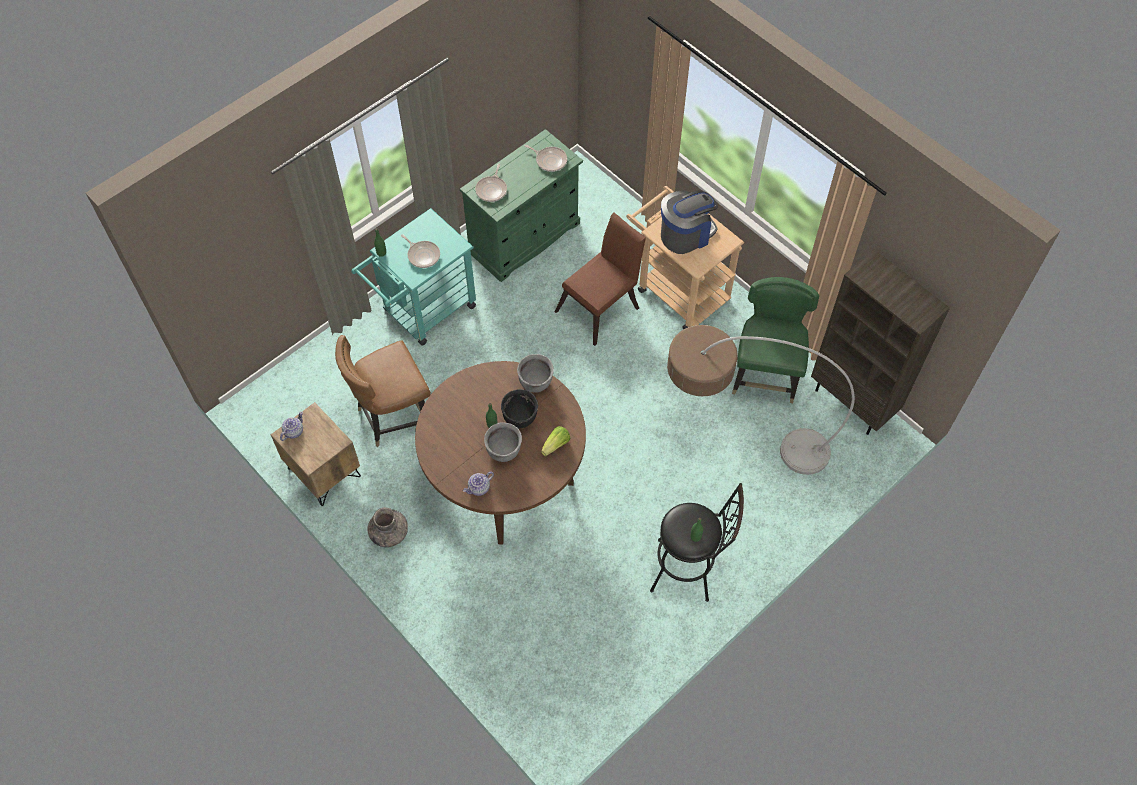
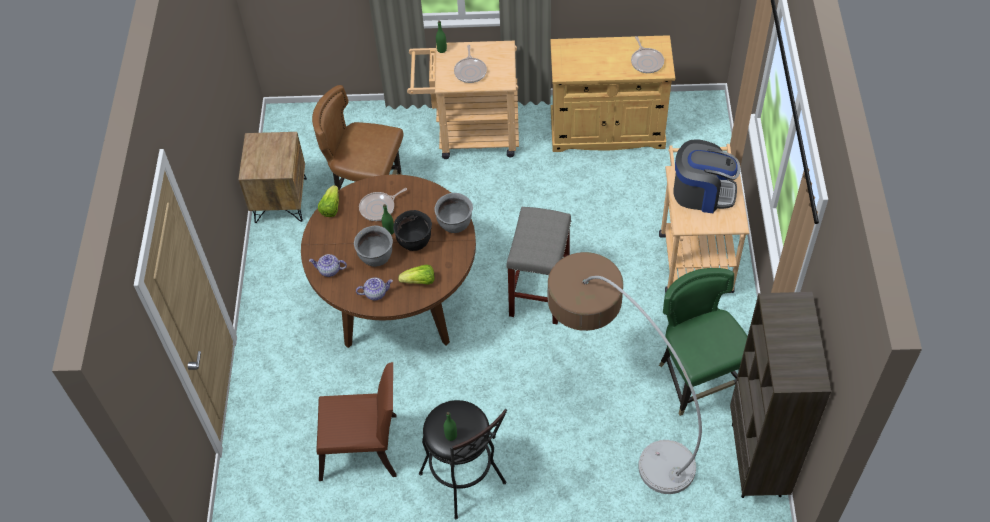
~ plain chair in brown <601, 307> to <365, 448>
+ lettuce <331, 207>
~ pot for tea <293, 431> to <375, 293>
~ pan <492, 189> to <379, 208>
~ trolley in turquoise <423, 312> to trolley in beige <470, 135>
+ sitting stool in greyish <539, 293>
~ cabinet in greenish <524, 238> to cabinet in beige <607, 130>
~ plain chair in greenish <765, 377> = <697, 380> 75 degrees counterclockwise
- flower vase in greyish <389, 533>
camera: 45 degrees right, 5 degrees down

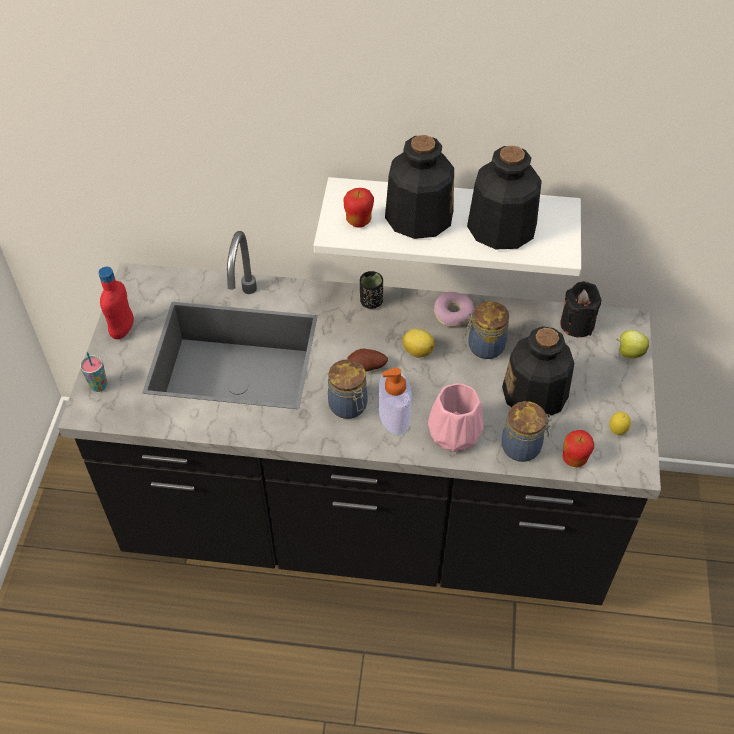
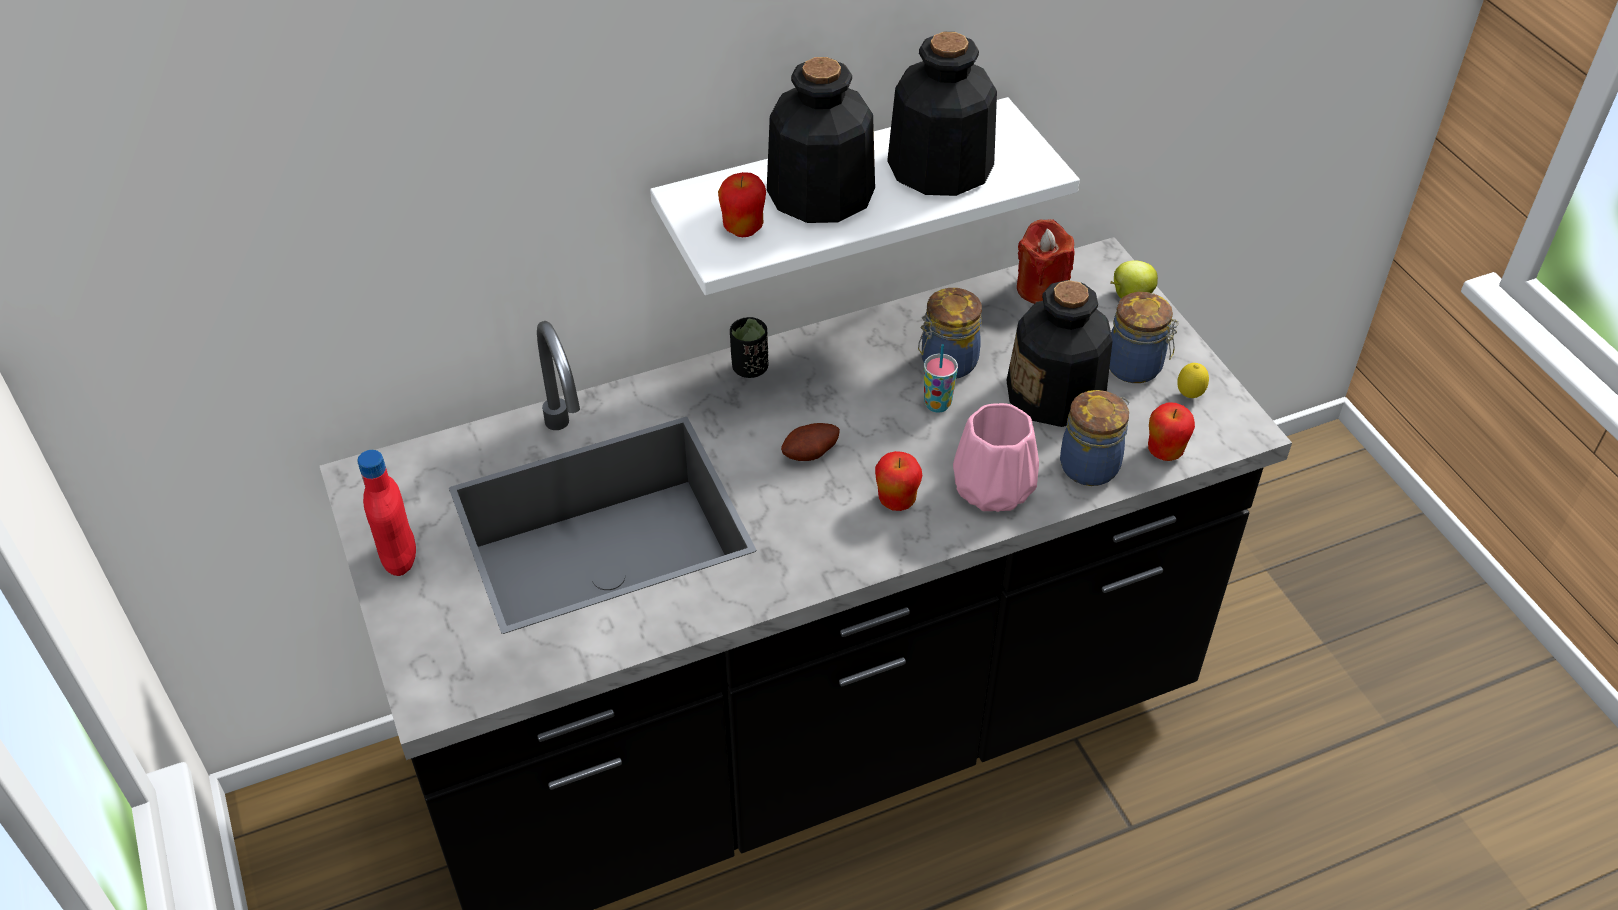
~ soap bottle <394, 416> to whole apple <896, 501>
~ drinking cup <99, 386> to <937, 404>
~ wax light in blackish <577, 324> to wax light in reddish <1041, 288>
~ preserve jar <349, 406> to <1136, 367>
- citrus fruit <417, 351>
- doughnut <453, 313>
camera: 30 degrees left, 5 degrees down

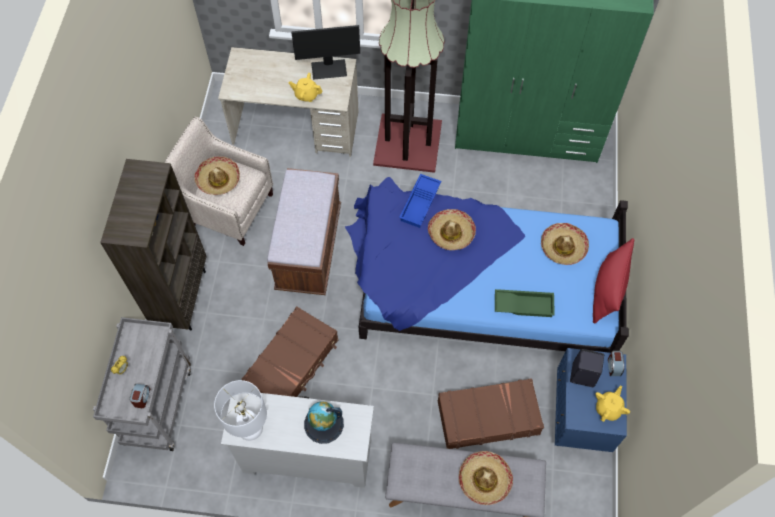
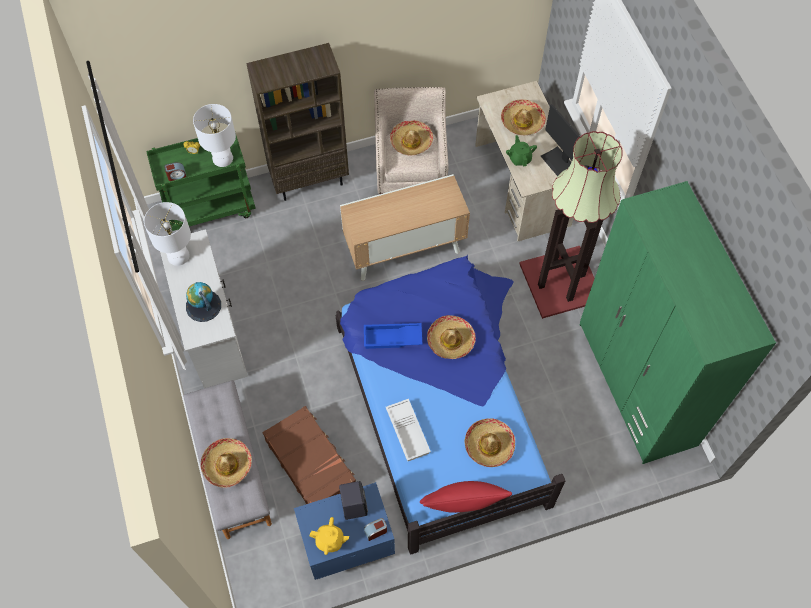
~ trolley in greyish <158, 403> to trolley in greenish <212, 208>
+ tabletop lamp in whitish <223, 159>
~ long seat in brown <309, 248> to cabinet <404, 250>
~ carrying tray in blue-coloured <420, 203> to <392, 338>
~ carrying tray in greenish <524, 304> to carrying tray in whitish <409, 432>
+ clothing hat <522, 121>
~ pot for tea in yellow-coloured <306, 95> to pot for tea in greenish <520, 158>
- piece of luggage in brown <293, 363>
camera: 65 degrees right, 0 degrees up

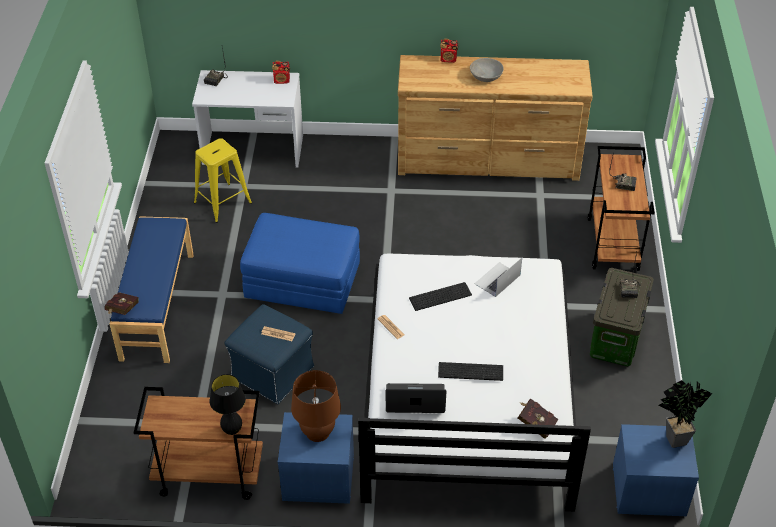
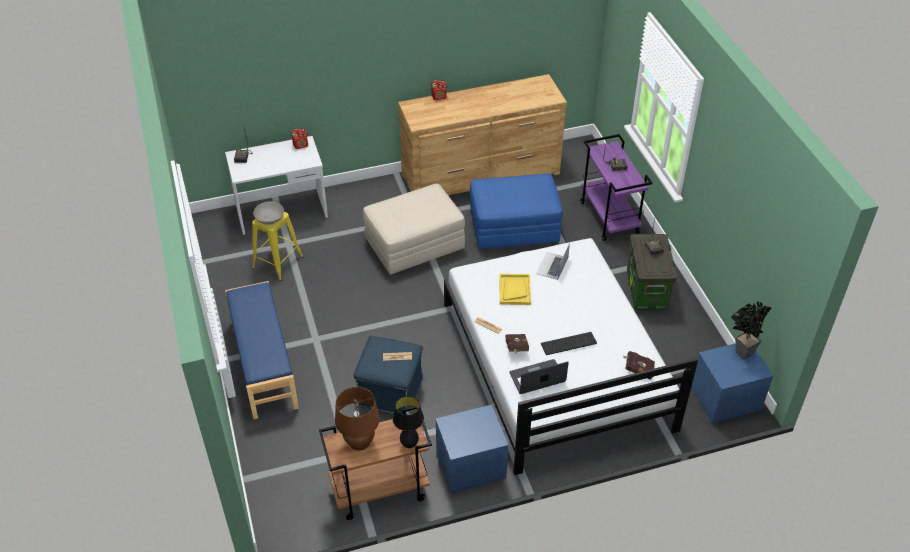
~ serving bowl in greyish <486, 76> to <269, 218>
~ tabletop lamp in brown <317, 432> to <359, 441>
+ pouffe in beige <415, 244>
~ pouffe in blue-coloured <303, 282> to <514, 227>
~ computer keyboard <440, 295> to carrying tray in yellow-coloured <514, 290>
~ book in reddish <122, 310> to <516, 349>
~ trolley in brown <613, 245> to trolley in purple <610, 218>
camera: 20 degrees left, 0 degrees up

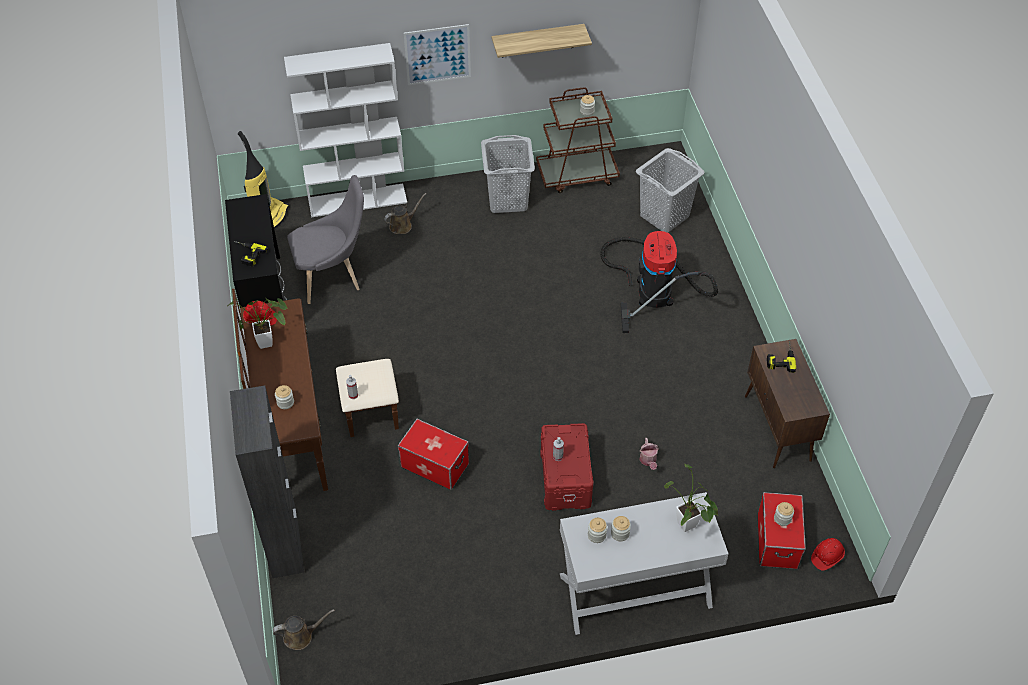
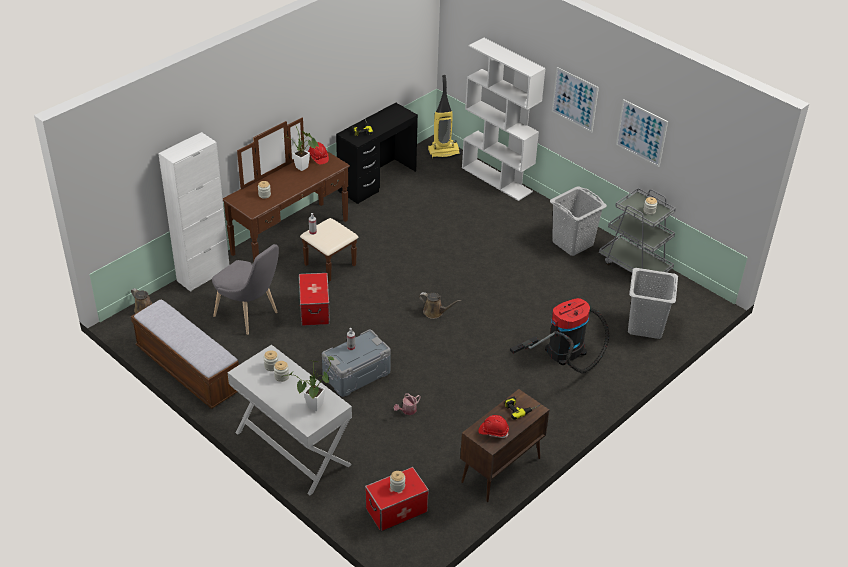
+ long seat <188, 370>
~ cabinet in blackish <285, 545> to cabinet in whitish <203, 275>
~ plain chair in greyish <333, 277> to <249, 316>
~ storage container in reddish <564, 478> to storage container in greyish <356, 374>
~ sprinkling can in brown <402, 225> to <435, 312>
~ work helmet in reddish <826, 557> to <493, 431>
~ trolley in brown <577, 174> to trolley in greyish <635, 266>
~ shelf <537, 41> to picture <641, 133>
camera: 55 degrees right, 10 degrees down

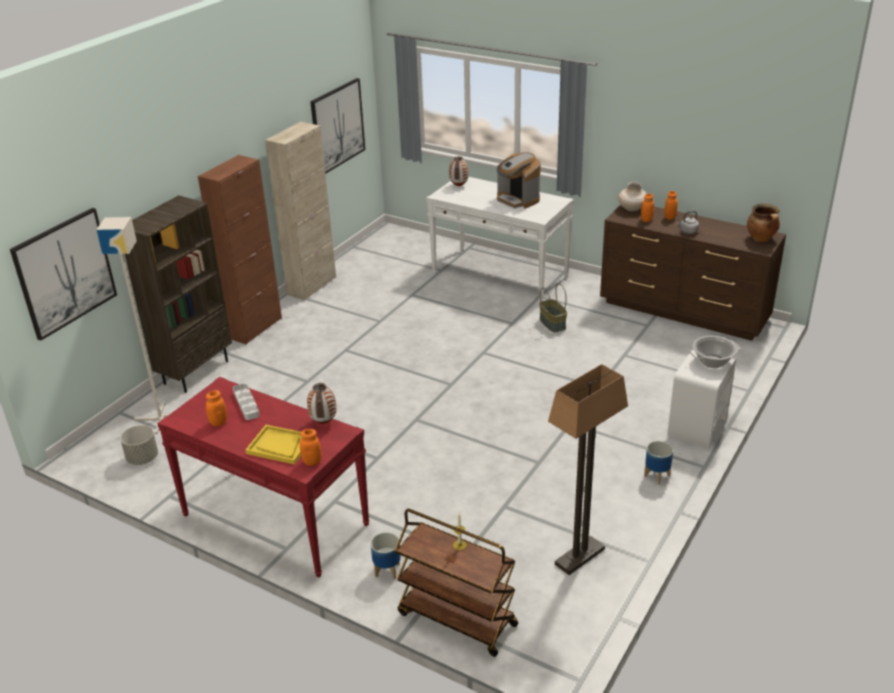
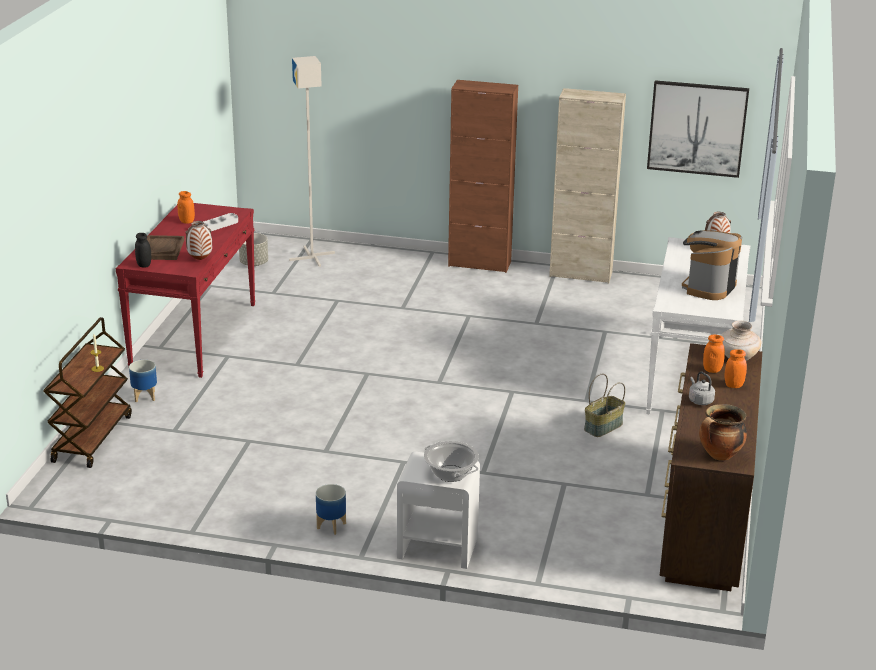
~ preserve jar in orange-coloured <312, 462> to preserve jar in blackish <144, 265>
~ carrying tray in yellow-coloured <279, 446> to carrying tray in brown <162, 249>
- picture <65, 273>
- bookshelf in brown <196, 372>
- floor lamp <579, 557>
camera: 70 degrees right, 5 degrees down

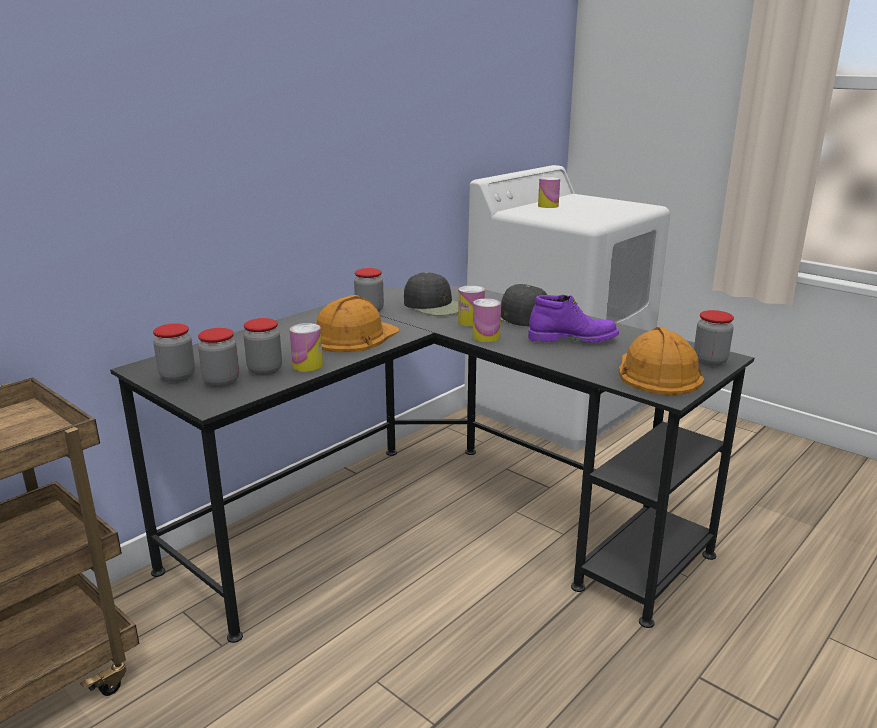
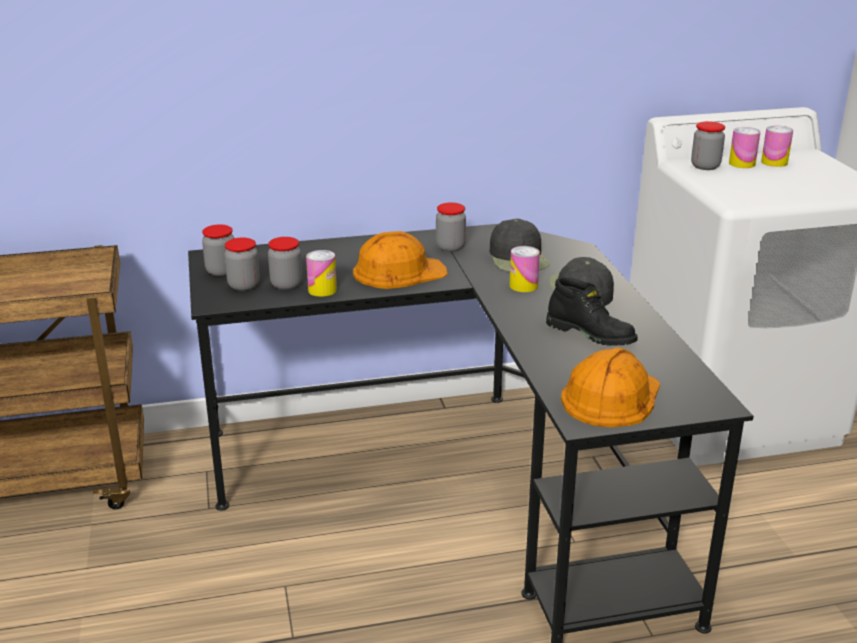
~ boot in purple <572, 339> to boot in blackish <591, 334>
~ preserve jar <710, 361> to <705, 166>
~ sealed can <486, 337> to <774, 162>
camera: 35 degrees right, 5 degrees up

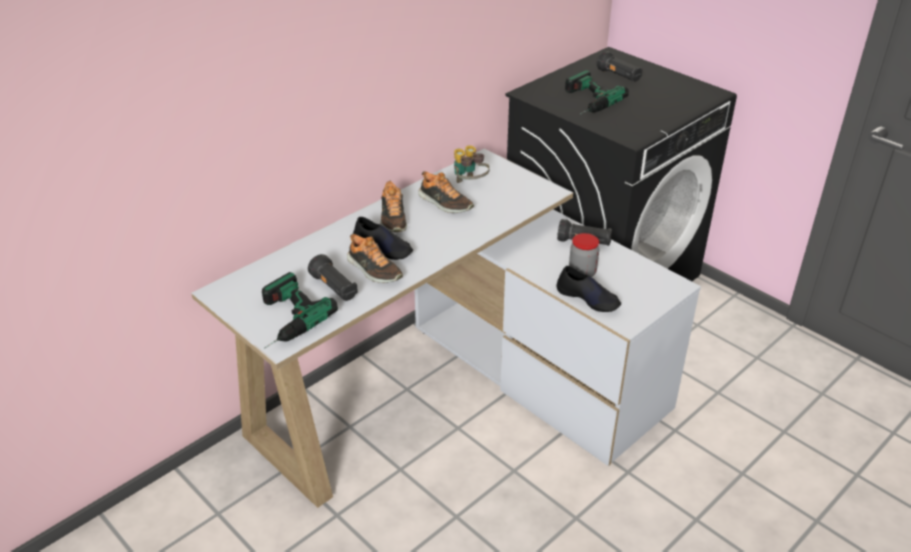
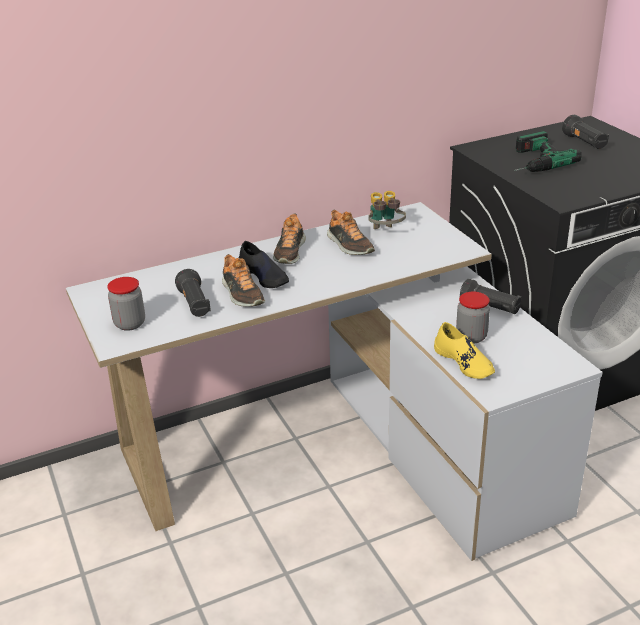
~ drill <283, 319> to preserve jar <130, 324>
~ shoe in blackish <588, 298> to shoe in yellow-coloured <464, 362>
camera: 20 degrees right, 5 degrees down

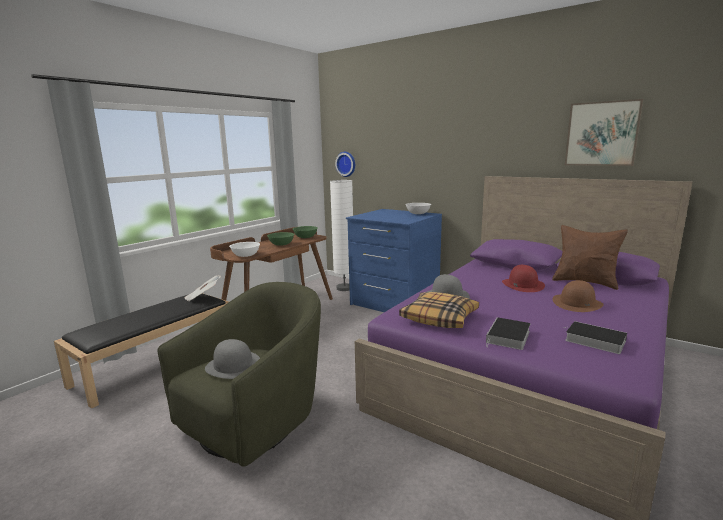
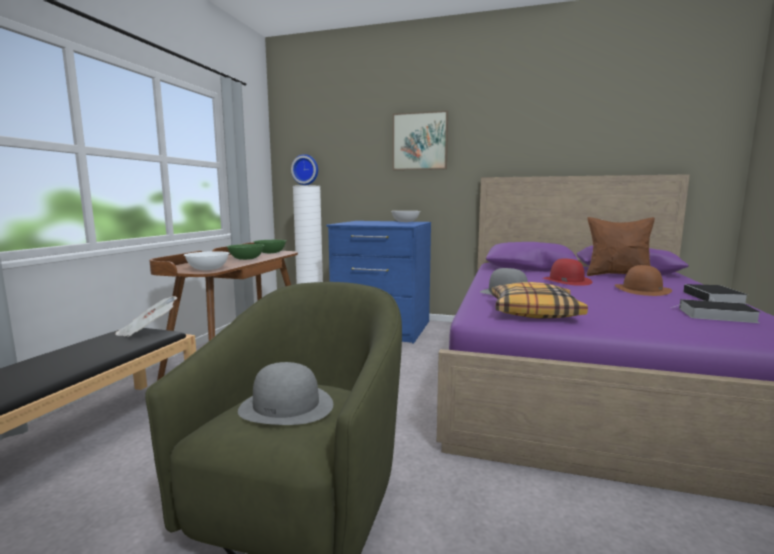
~ picture <602, 134> to <420, 141>
~ book <508, 337> to <715, 298>
camera: 20 degrees left, 5 degrees down

